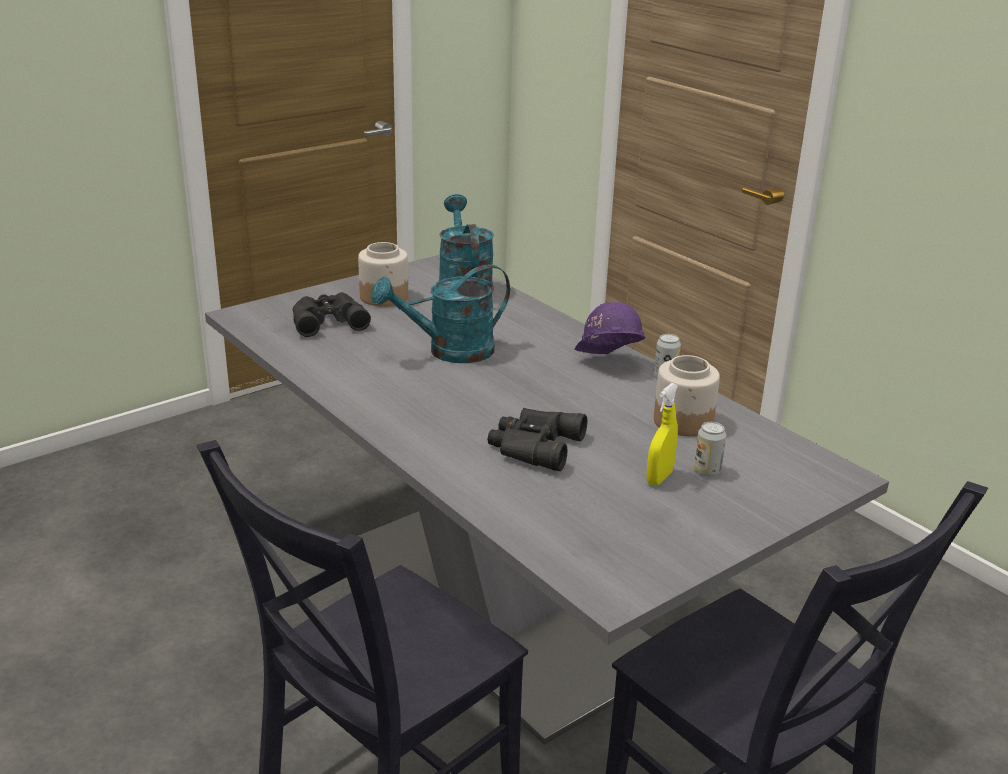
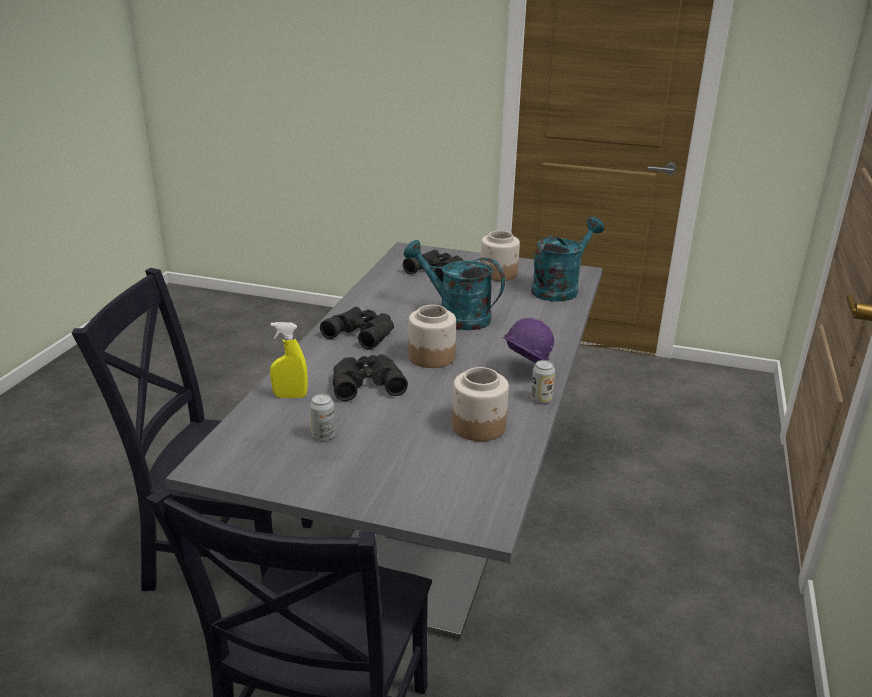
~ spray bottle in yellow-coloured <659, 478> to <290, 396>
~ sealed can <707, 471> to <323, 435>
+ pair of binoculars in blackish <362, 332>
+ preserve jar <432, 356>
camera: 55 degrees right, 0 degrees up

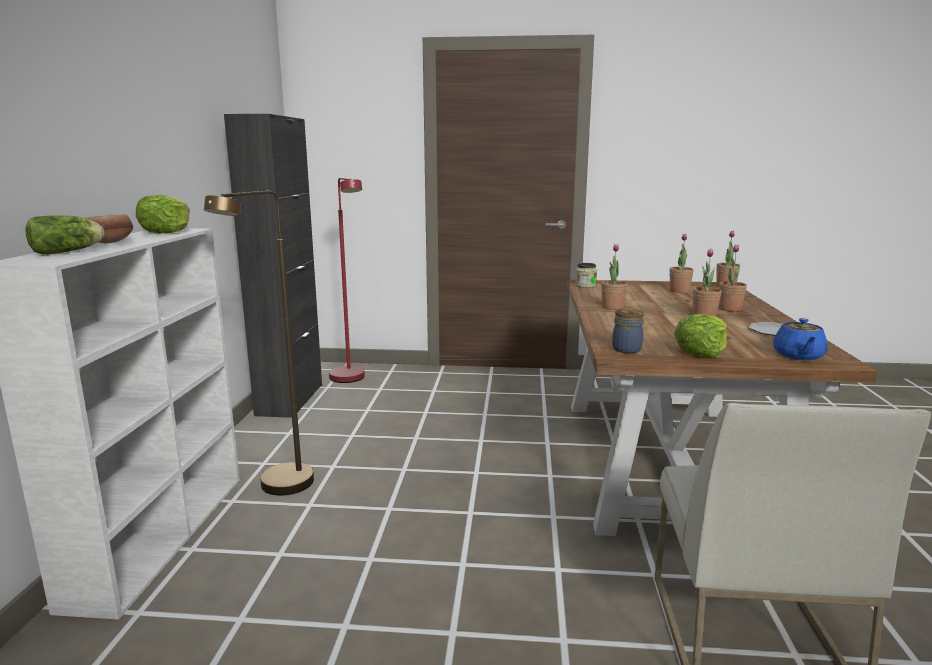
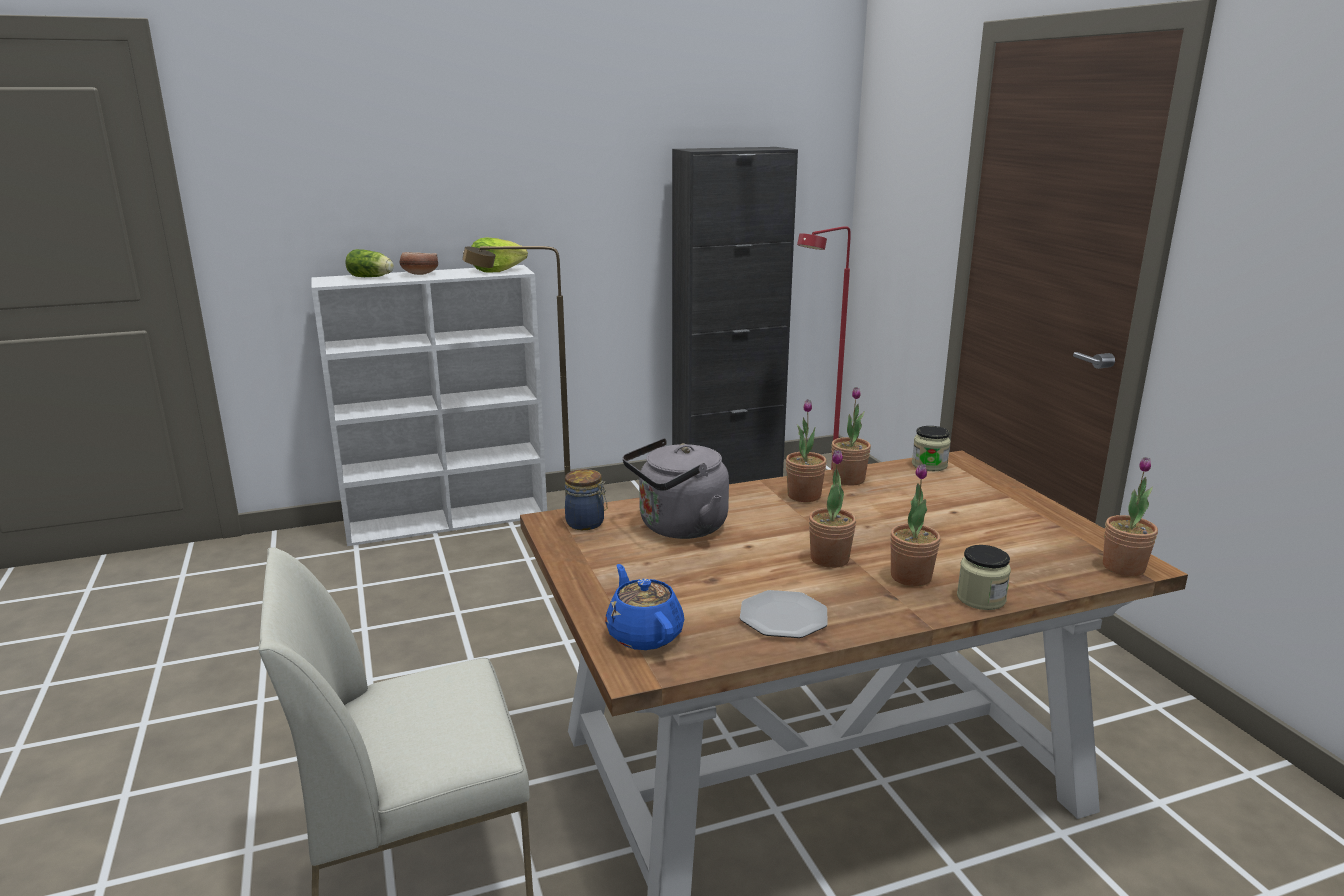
~ pot for tea in blue-coloured <798, 356> = <644, 634> 75 degrees clockwise
+ water kettle in greyish <678, 527>
~ potted plant <679, 291> to <848, 479>
+ preserve jar <981, 598>
- lettuce <701, 352>
camera: 65 degrees right, 5 degrees up

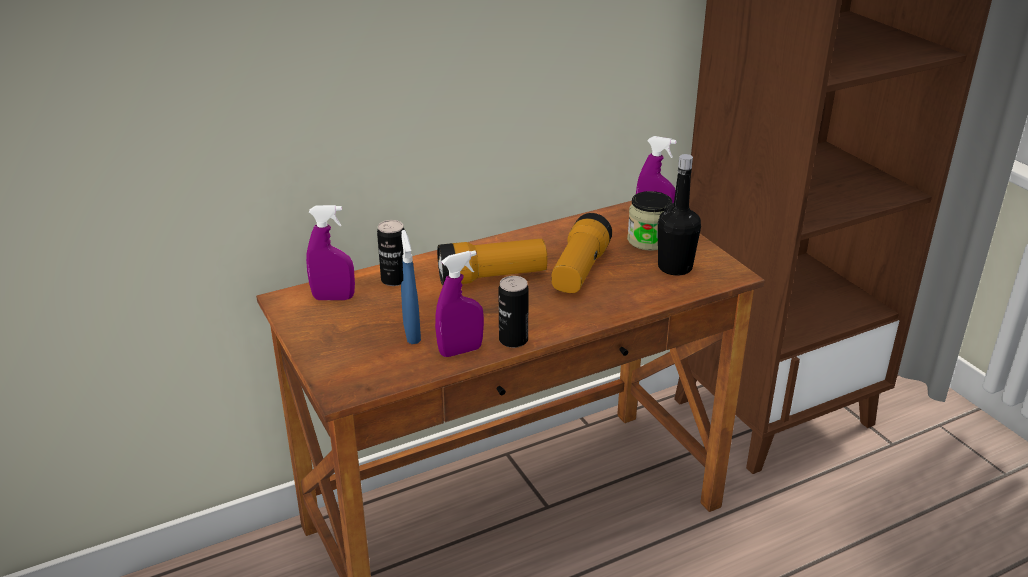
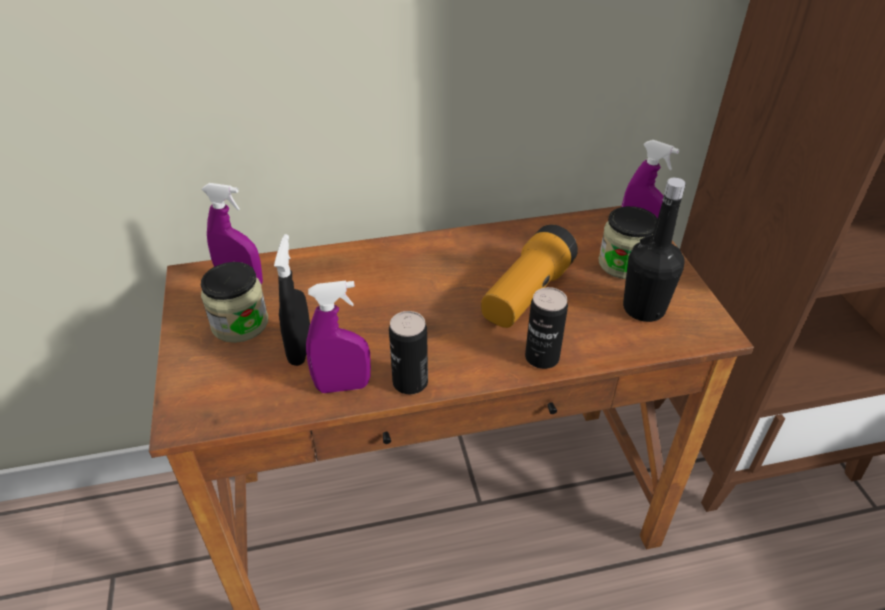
+ preserve jar <240, 324>
~ spray bottle in blue-coloured <412, 334> to spray bottle in blackish <300, 349>
~ sealed can <394, 280> to <542, 357>
- hand torch <492, 277>
camera: 15 degrees right, 10 degrees up

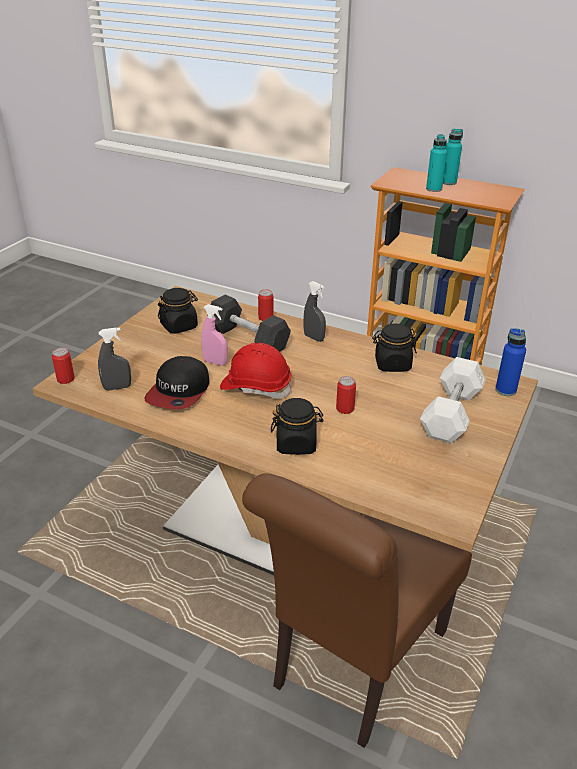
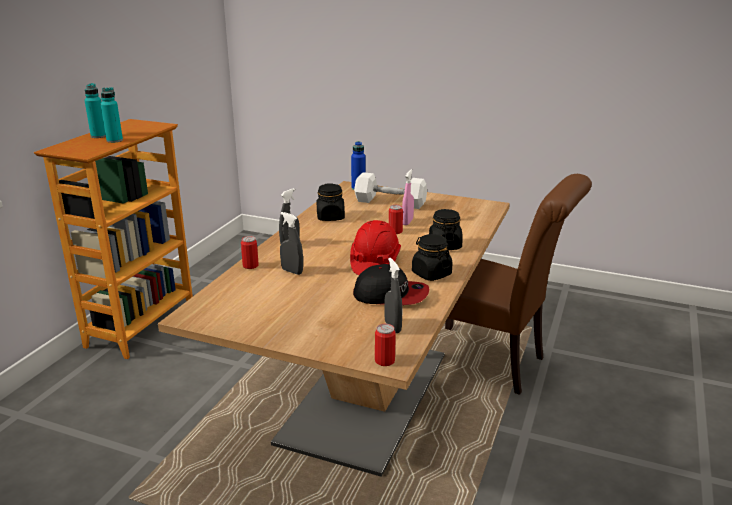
~ dumbbell in greyish <248, 339> to spray bottle in greyish <292, 271>
~ spray bottle in pink <215, 362> to <407, 222>
~ preserve jar in blackish <179, 326> to <431, 274>
camera: 95 degrees left, 10 degrees down

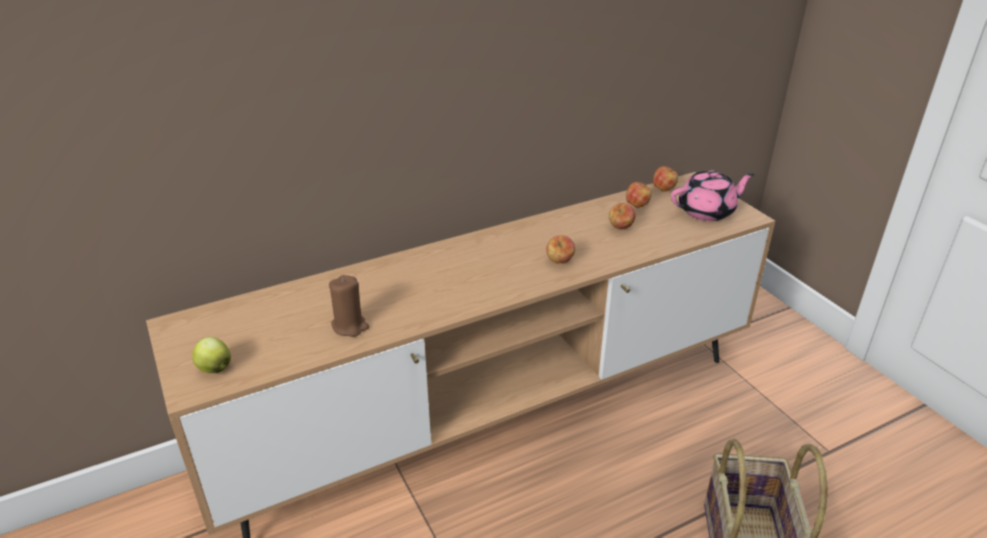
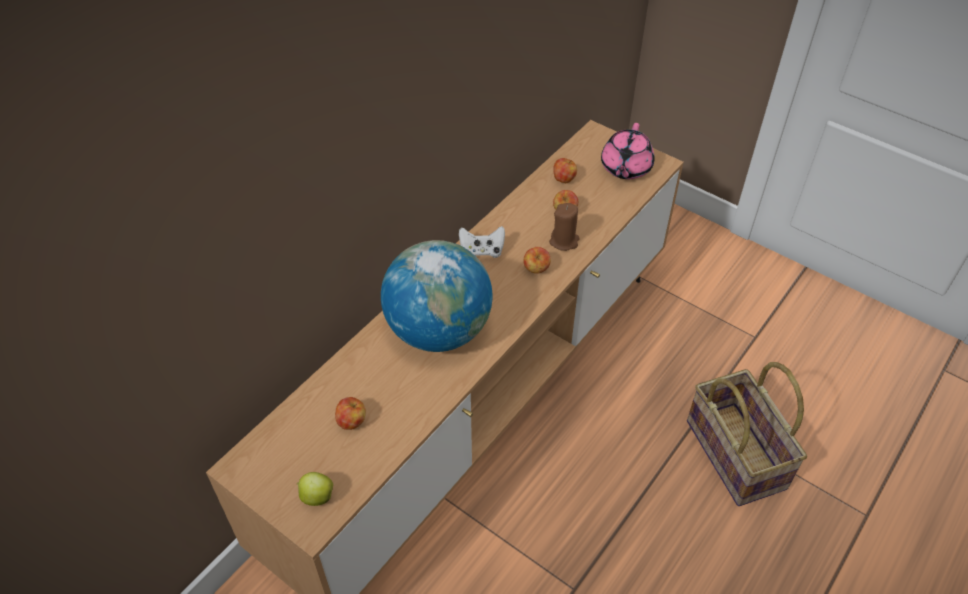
~ whole apple <663, 189> to <352, 421>
+ desk globe <439, 330>
+ joypad in whitish <482, 251>
~ wax light in brown <350, 326> to <564, 241>
~ pot for tea in pink <707, 211> = <625, 168> 150 degrees clockwise
camera: 25 degrees left, 15 degrees up

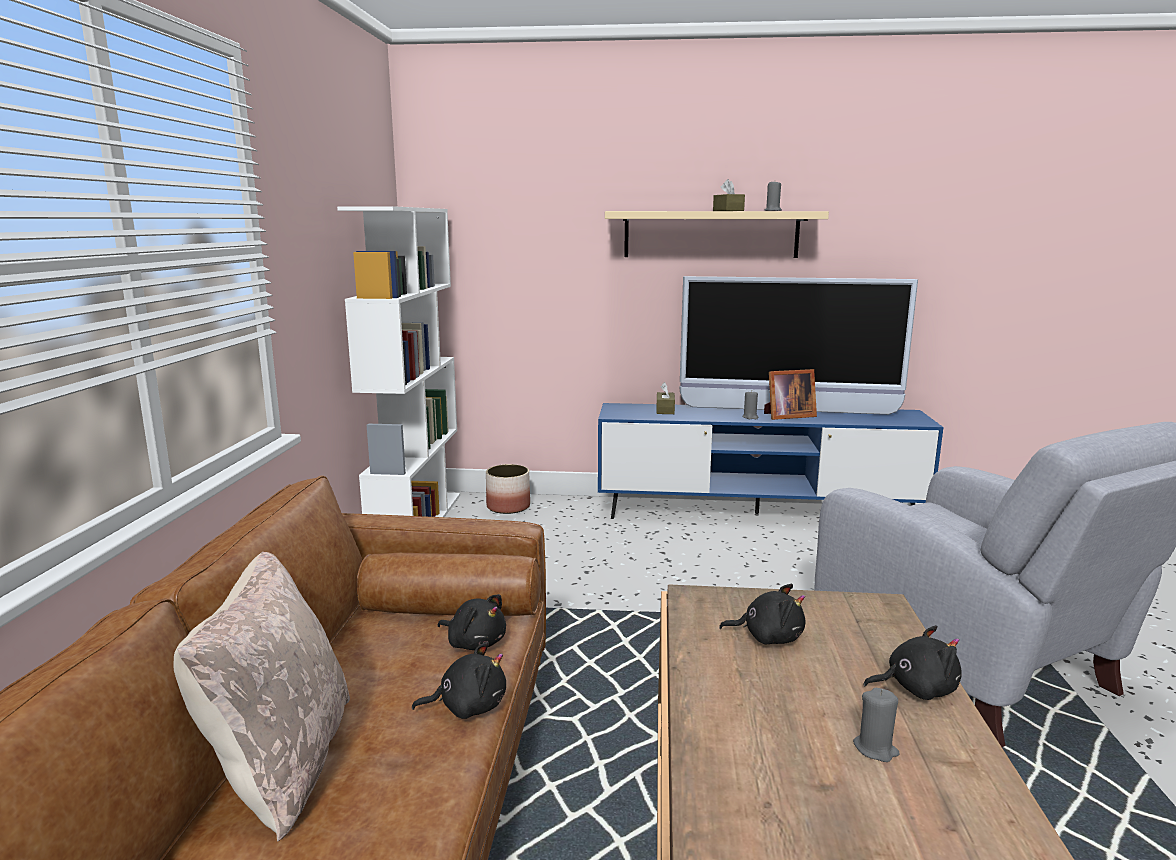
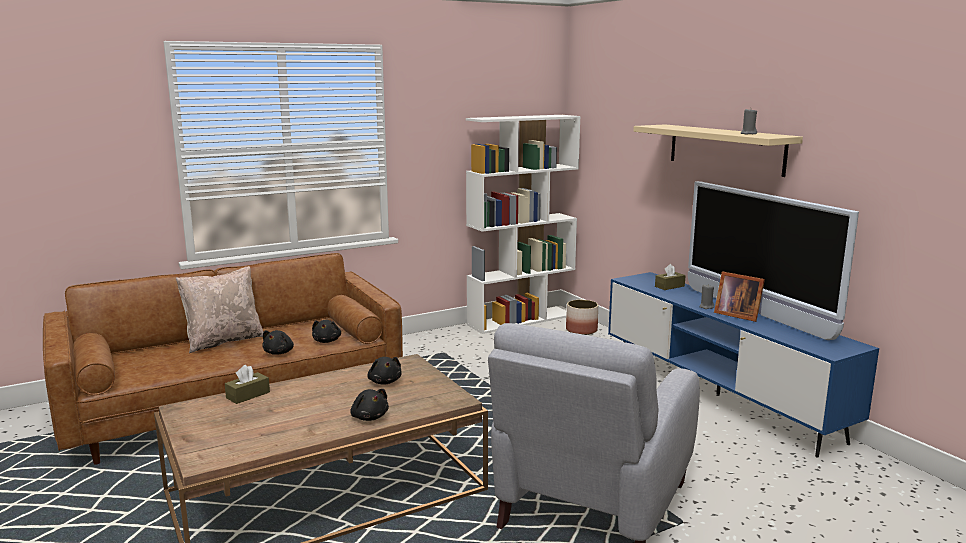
~ tissue holder in brown <728, 211> to <248, 395>
~ plush toy in blackish <468, 706> = <279, 352> 60 degrees clockwise
- wax light in greyish <875, 749>
camera: 55 degrees right, 0 degrees up

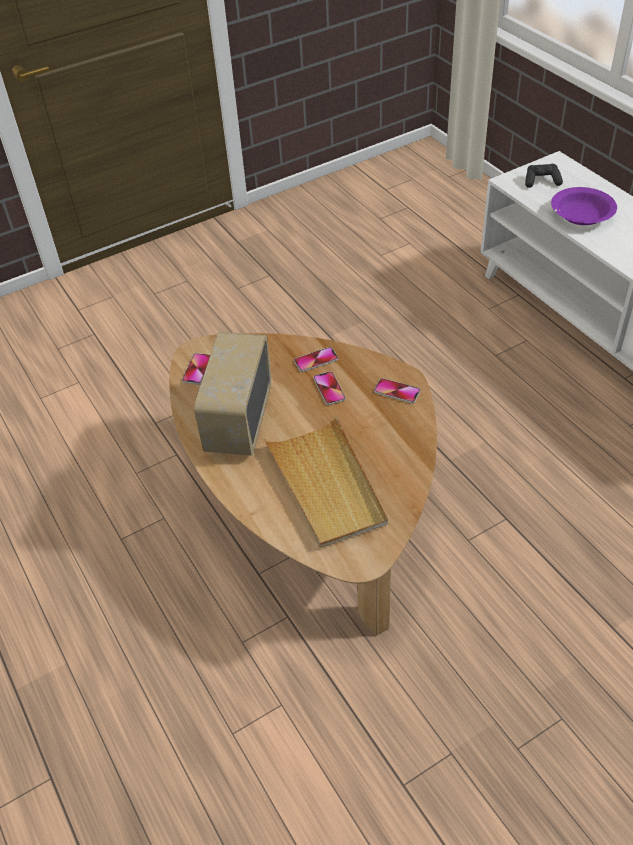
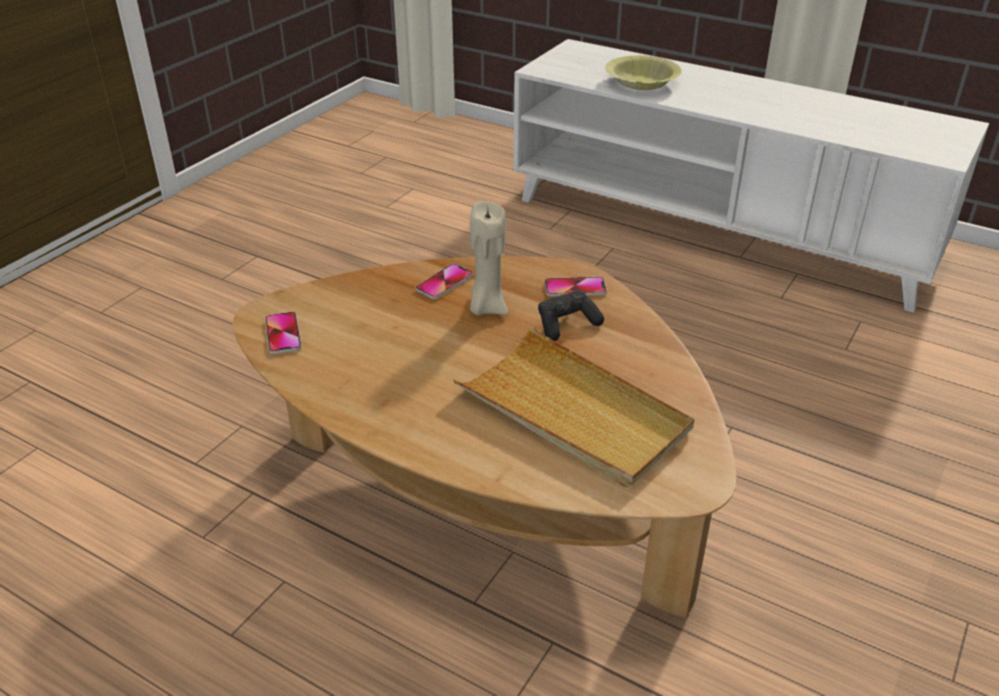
~ handset <329, 389> to wax light in beige <487, 307>
~ joypad in blackish <541, 181> to <566, 325>
~ serving bowl in purple <581, 215> to serving bowl in yellow-coloured <641, 82>
- radio set <238, 420>
camera: 30 degrees left, 10 degrees down

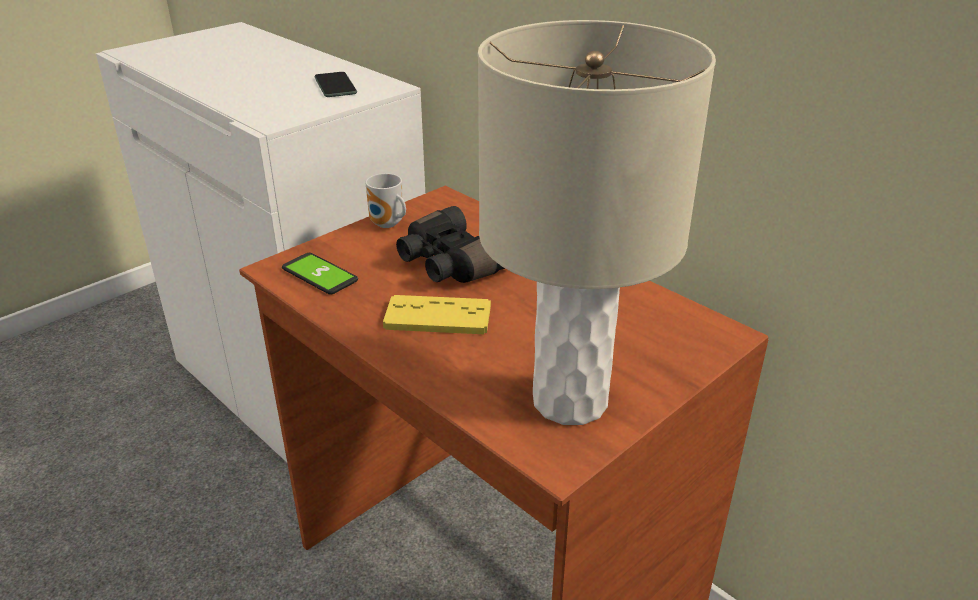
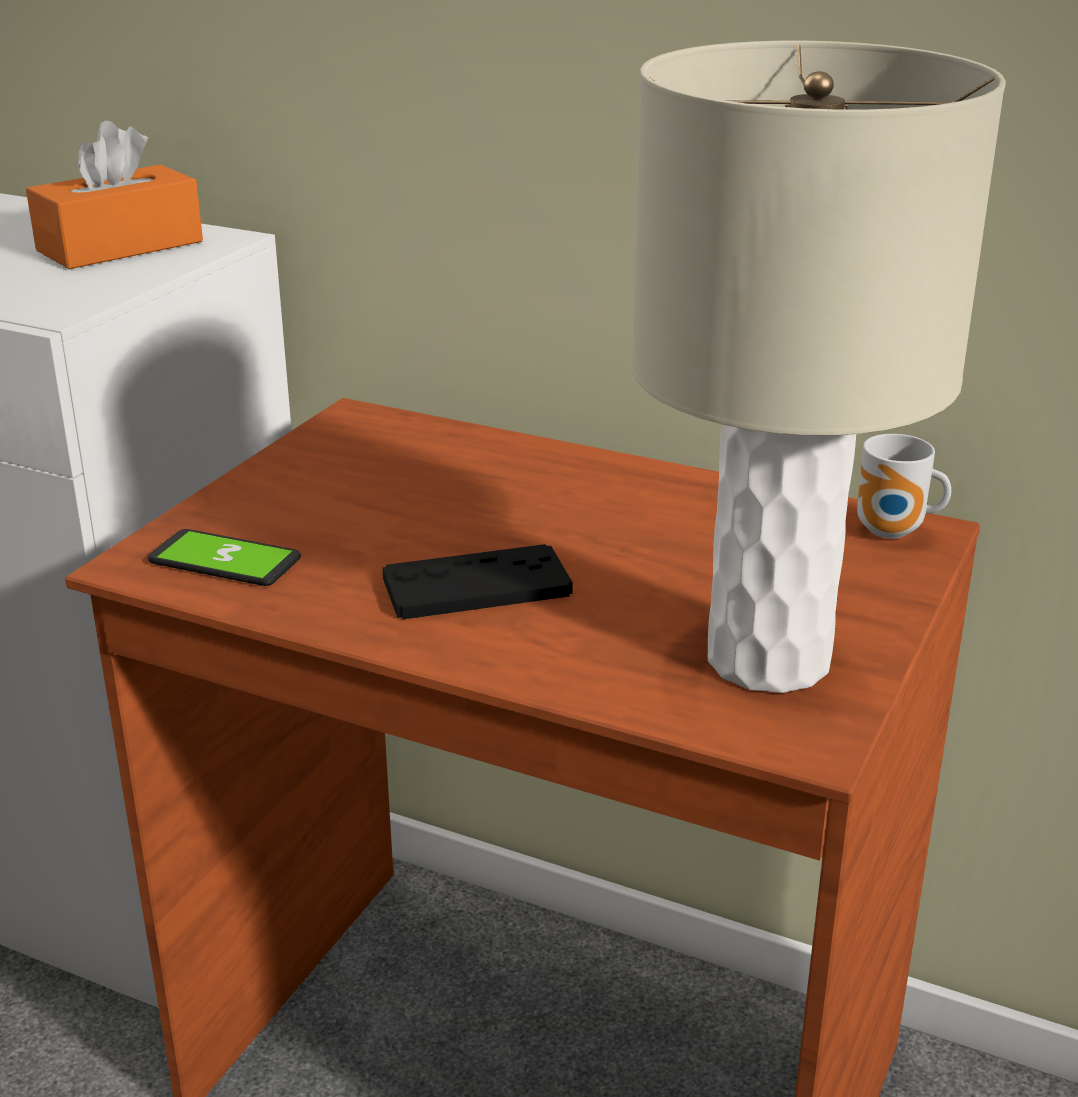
~ handset <335, 85> to tissue holder in orange-coloured <120, 246>
~ joypad in yellow-coloured <438, 317> to joypad in blackish <476, 586>
~ mug <387, 225> to <893, 533>
- pair of binoculars in blackish <450, 264>
camera: 20 degrees left, 5 degrees down

